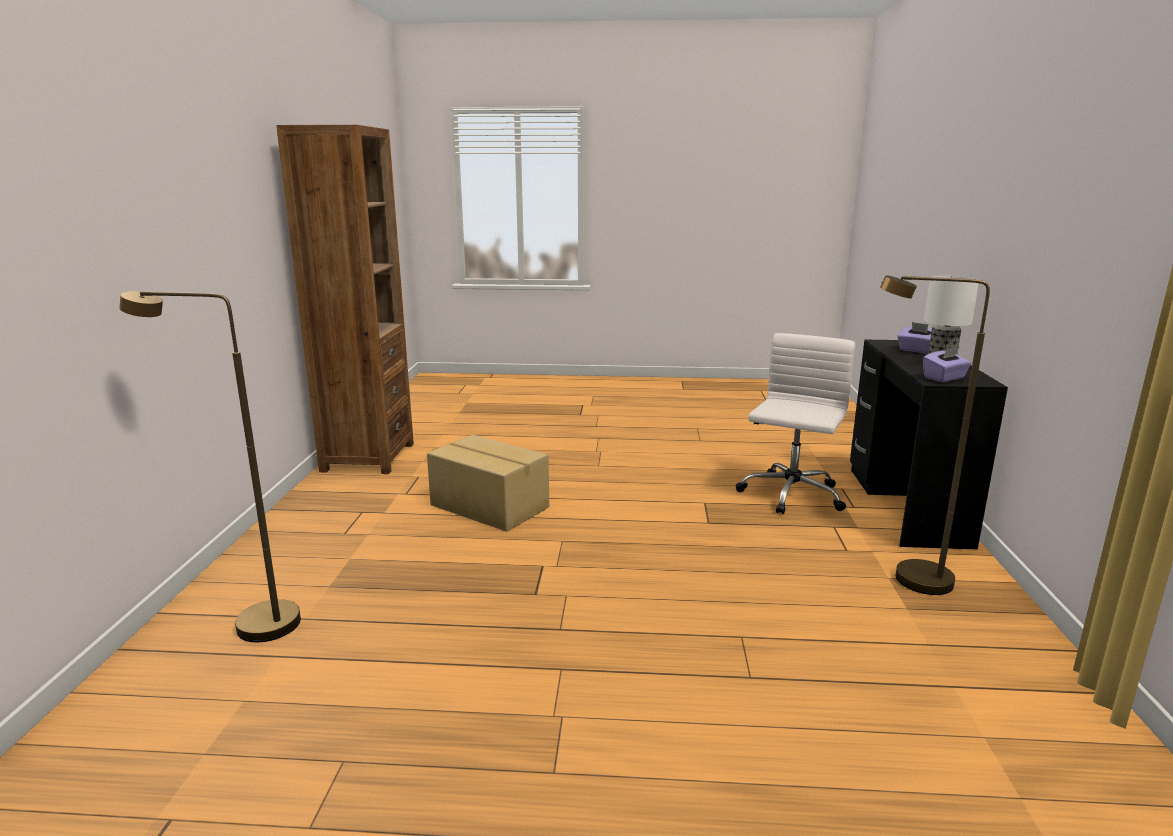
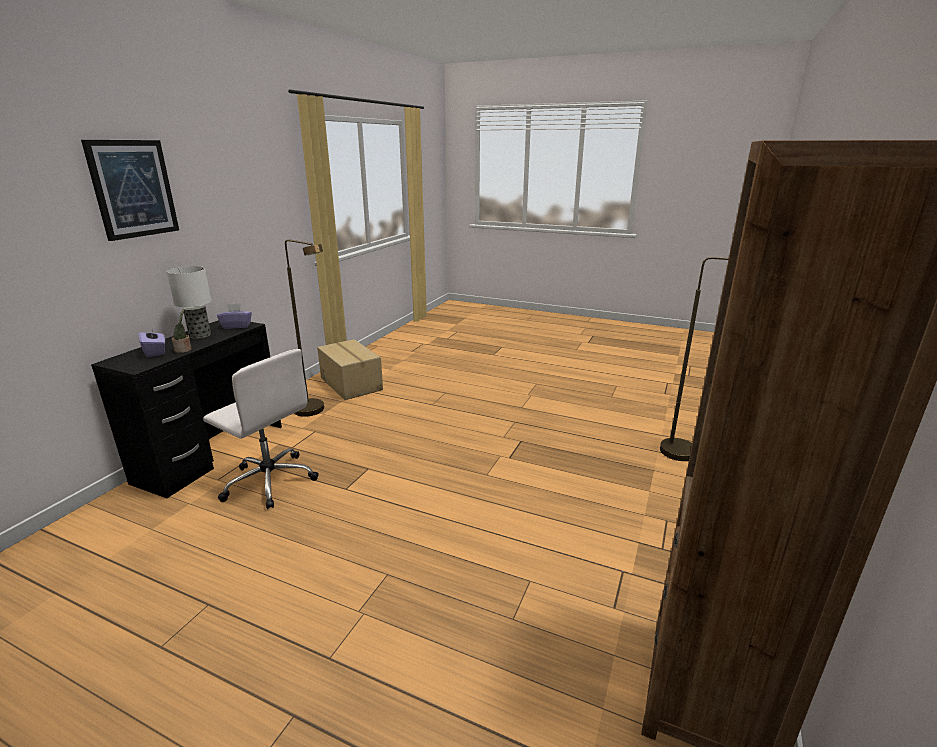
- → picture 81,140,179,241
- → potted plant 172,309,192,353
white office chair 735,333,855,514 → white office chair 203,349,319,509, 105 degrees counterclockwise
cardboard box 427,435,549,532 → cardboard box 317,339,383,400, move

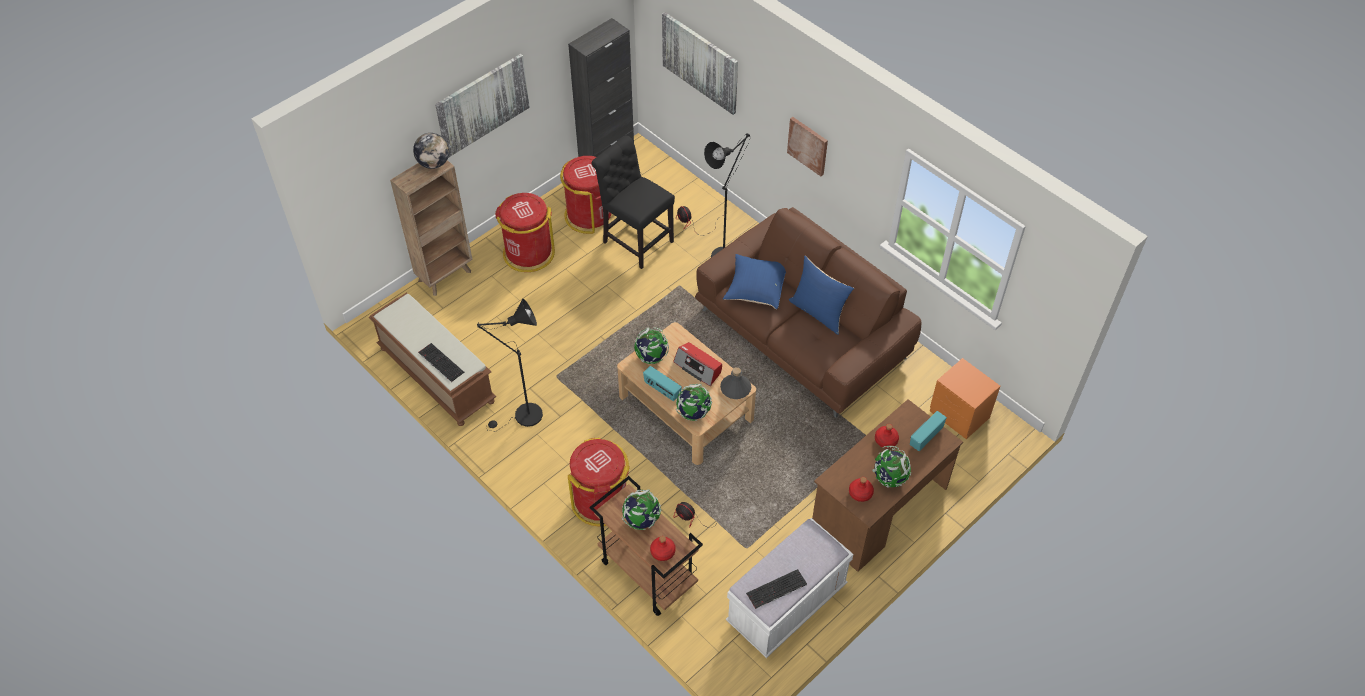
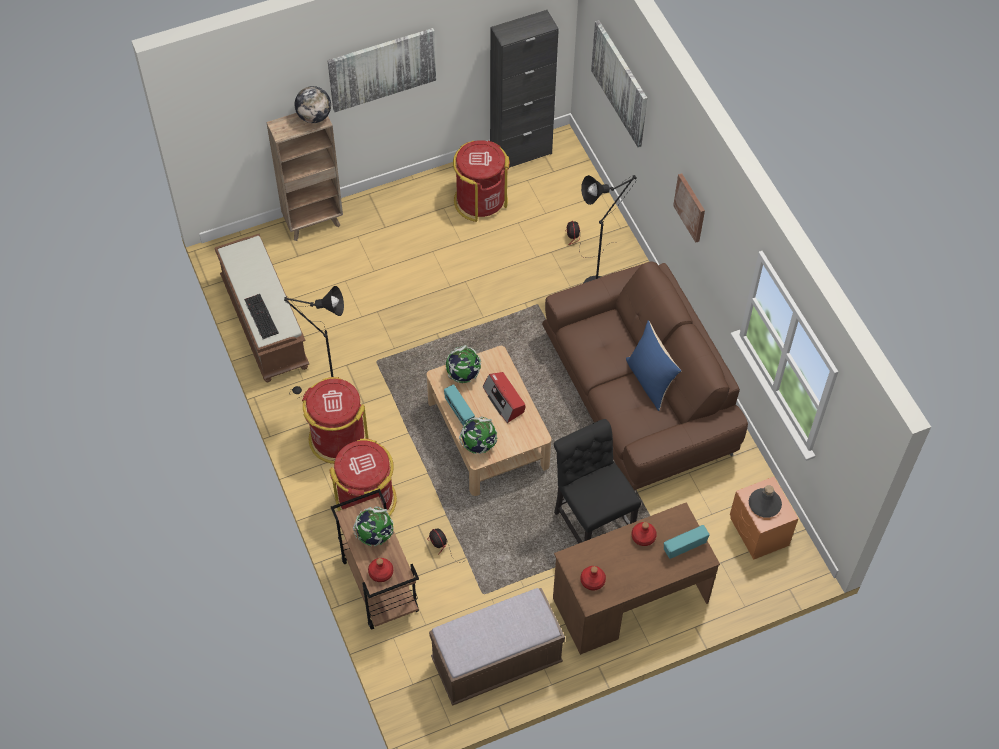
red trash can 495,193,555,272 → red trash can 302,377,368,464, move
white bench 726,518,853,658 → brown bench 429,588,565,706
black chair 591,136,675,269 → black chair 554,419,641,543, move
grey bottle 720,367,751,399 → grey bottle 749,485,782,518, move
blue pillow 723,254,786,309 → -
keyboard 746,569,807,609 → -
globe 872,446,911,488 → -

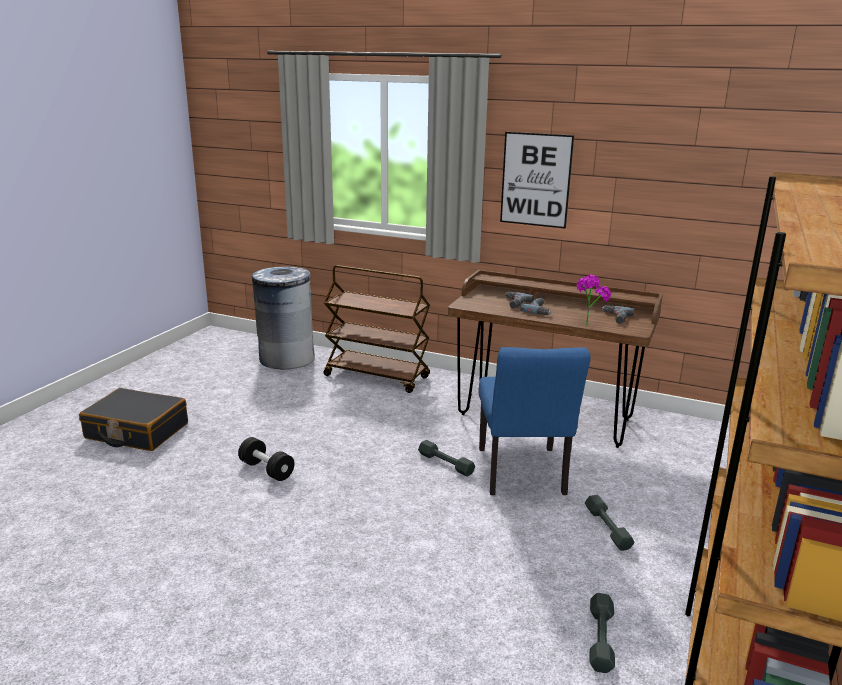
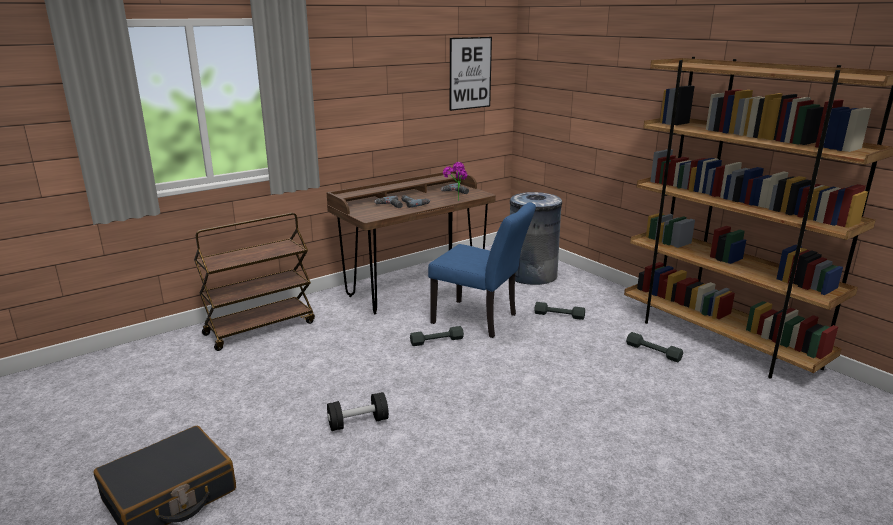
picture 500,132,574,228 → picture 450,37,492,111, move
grey trash can 252,266,315,369 → grey trash can 510,192,562,285, move

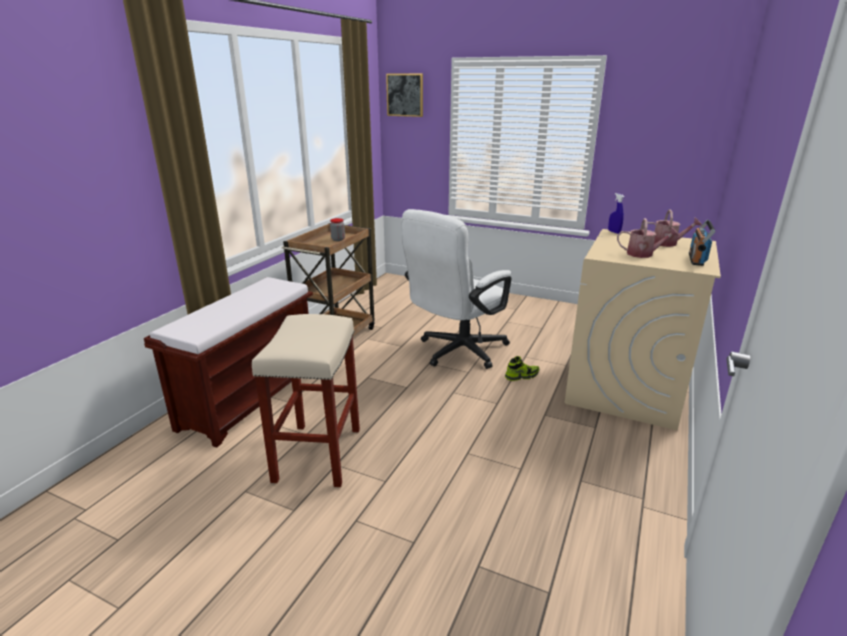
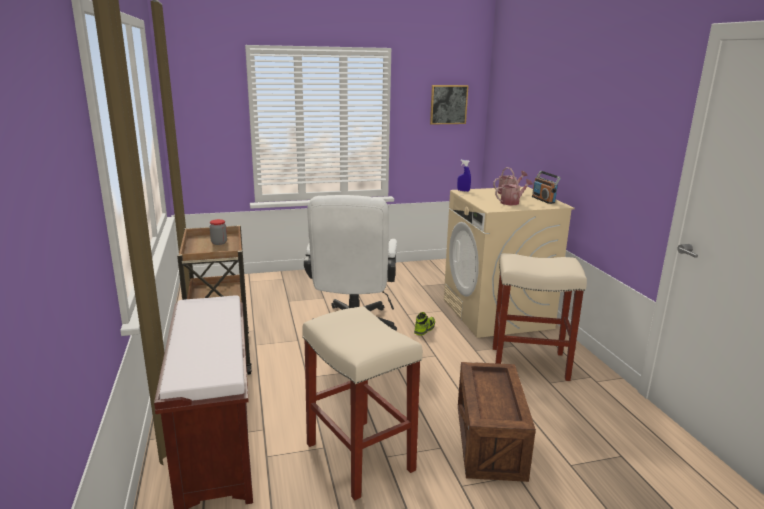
picture 386,74,423,117 → picture 430,85,469,125, move
- → crate 458,362,536,482
- → beige stool 493,253,587,381

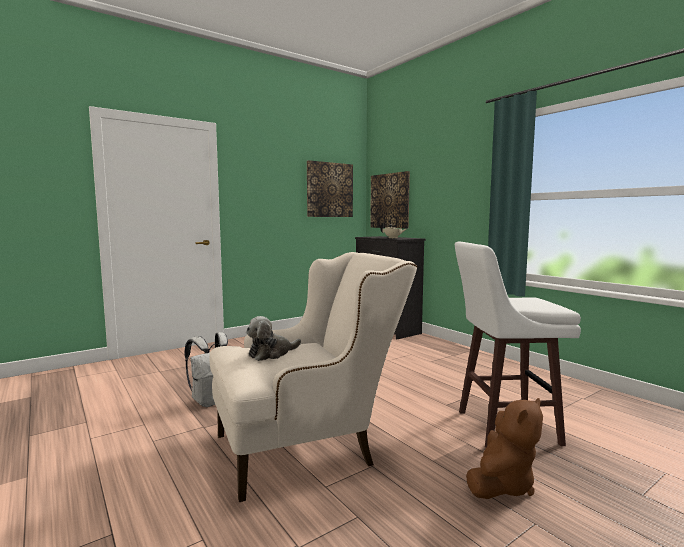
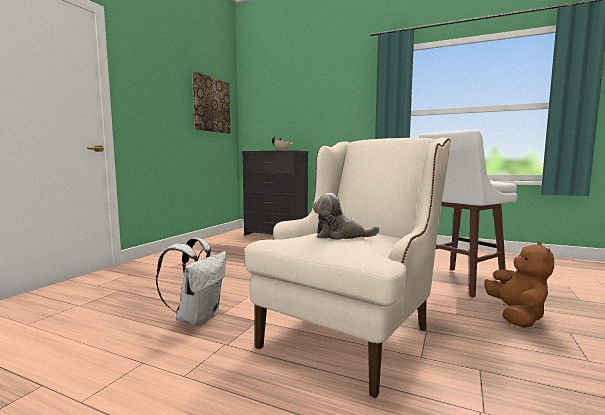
plush toy 246,316,301,361 → plush toy 313,193,379,240, 75 degrees clockwise
picture 370,171,410,229 → -

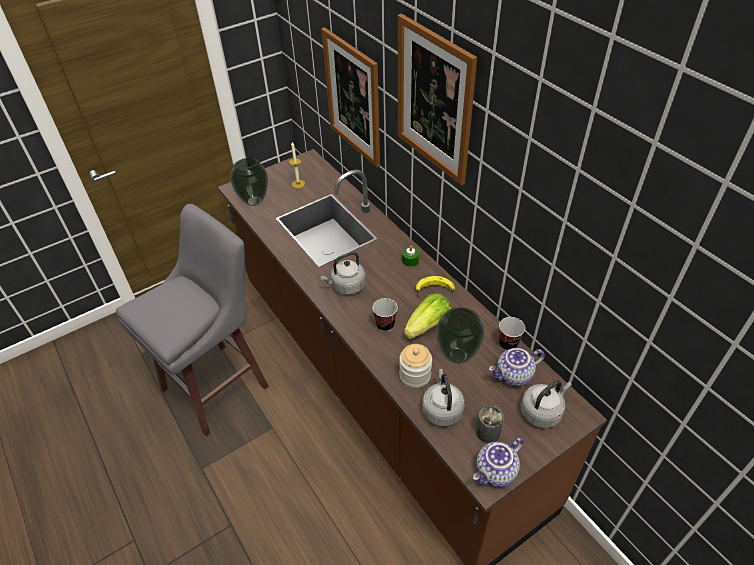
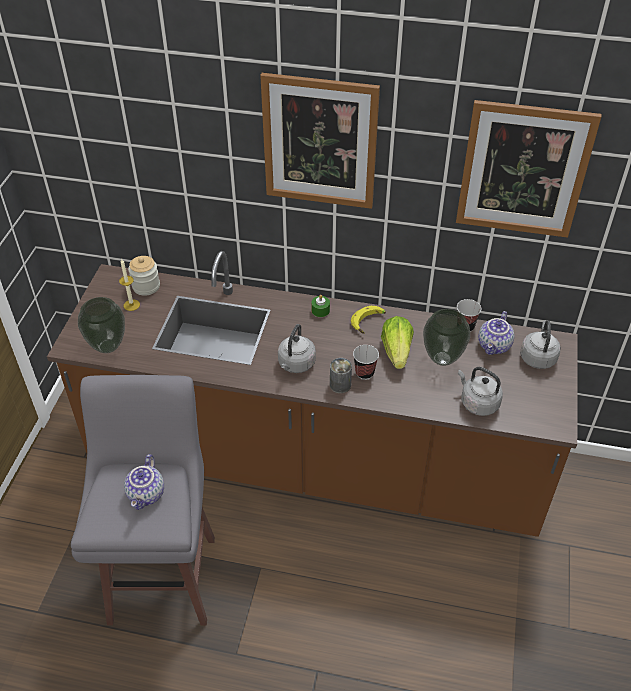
teapot 473,437,524,487 → teapot 124,454,164,510, move
jar 399,344,432,388 → jar 128,256,160,296, move
can 476,406,504,444 → can 330,358,352,393, move
picture 321,27,380,167 → picture 456,100,602,238, move

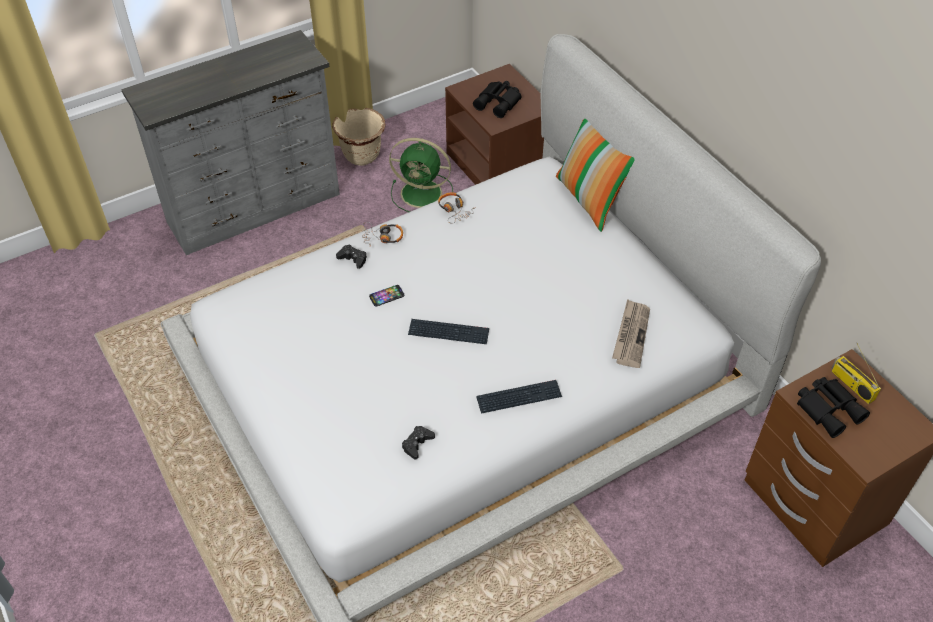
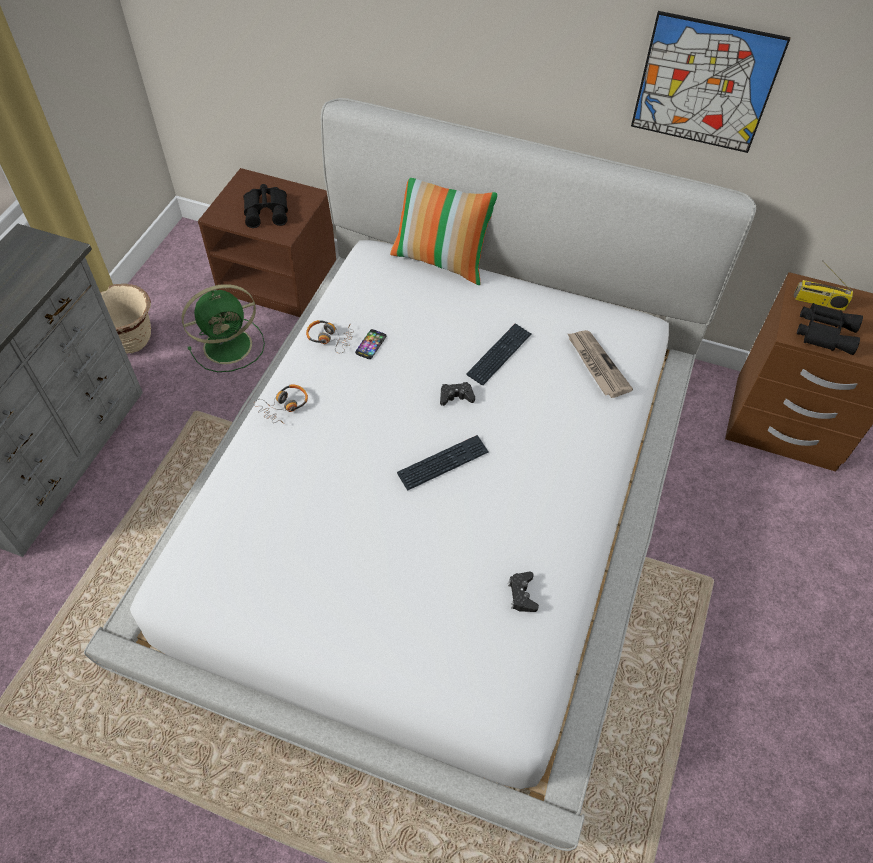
phone 369,285,404,306 → phone 355,329,386,359, move
black game controller 336,244,367,269 → black game controller 440,382,475,406, move
keyboard 476,380,562,414 → keyboard 466,323,531,385, move
- → picture 631,11,791,153

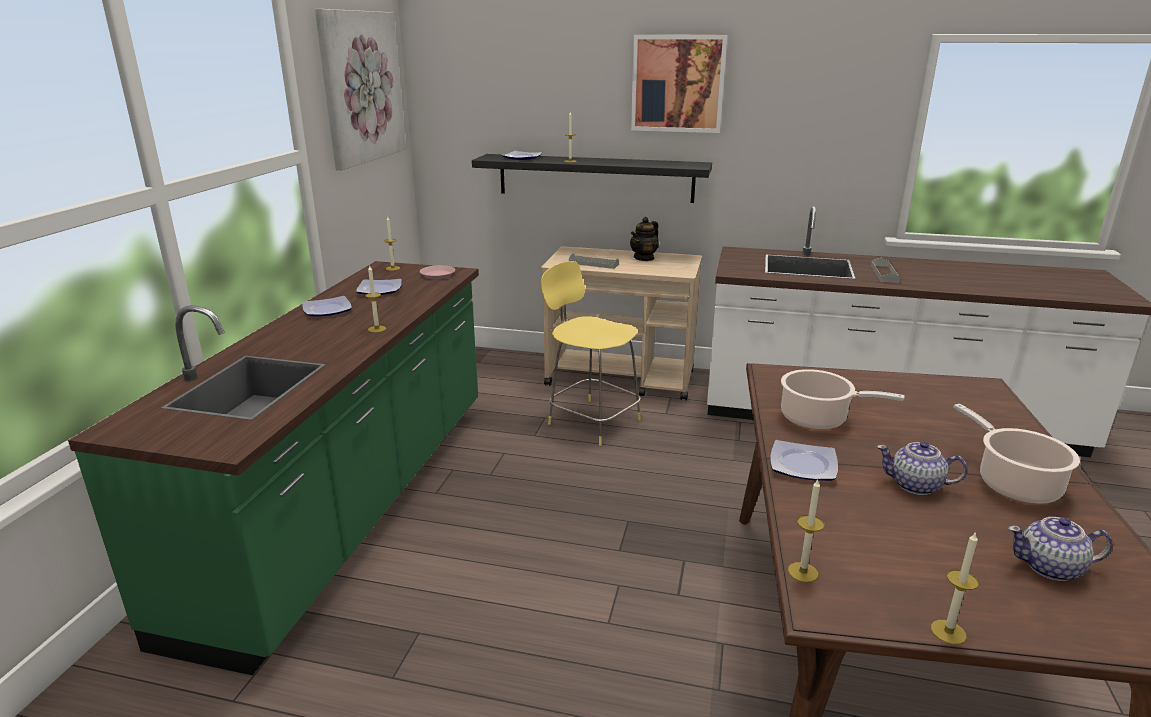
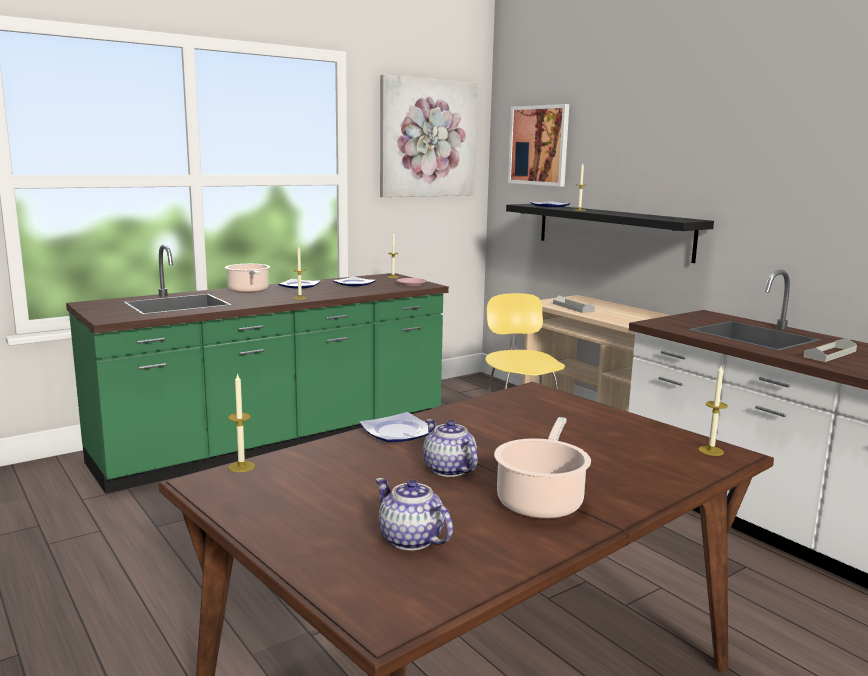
cooking pot 781,369,905,430 → cooking pot 225,264,270,293, move
picture 631,35,727,133 → picture 508,104,569,187, move
candle 931,531,979,645 → candle 699,366,728,456, move
teapot 630,217,659,261 → -

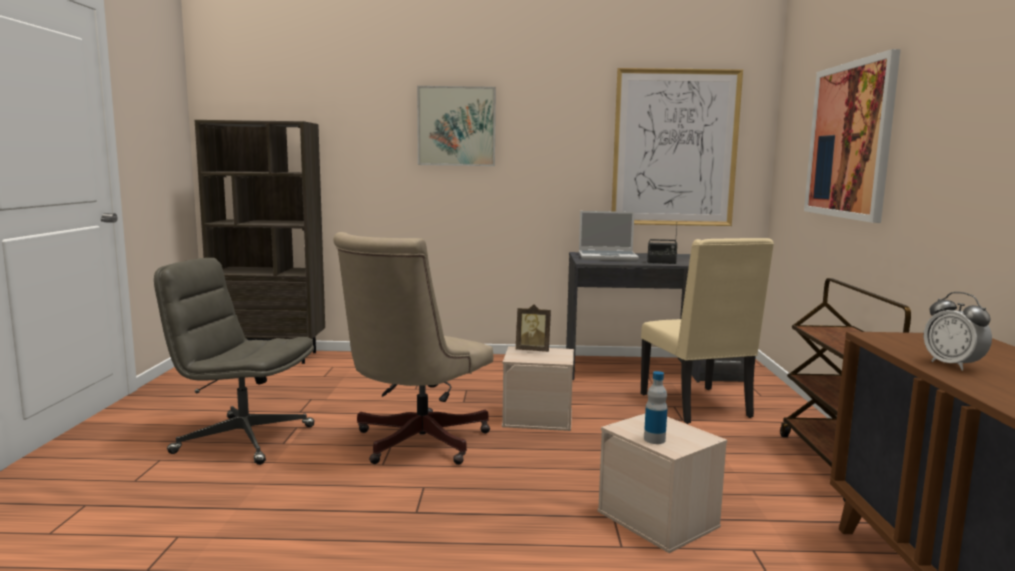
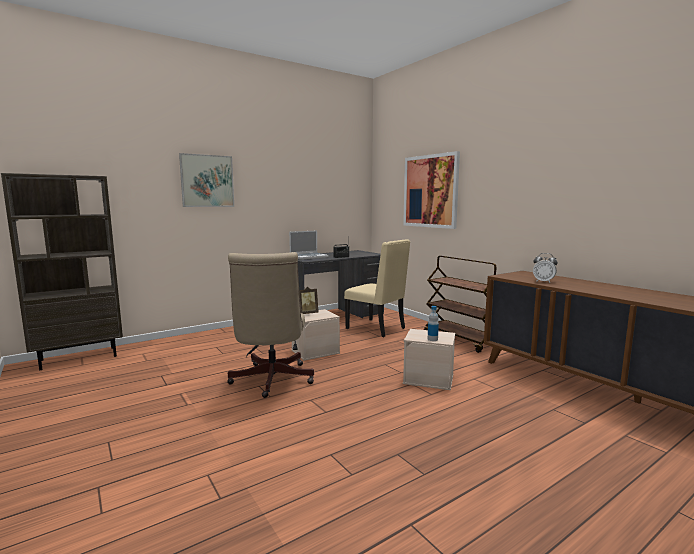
grey office chair 154,258,314,465 → -
picture 611,68,743,226 → -

